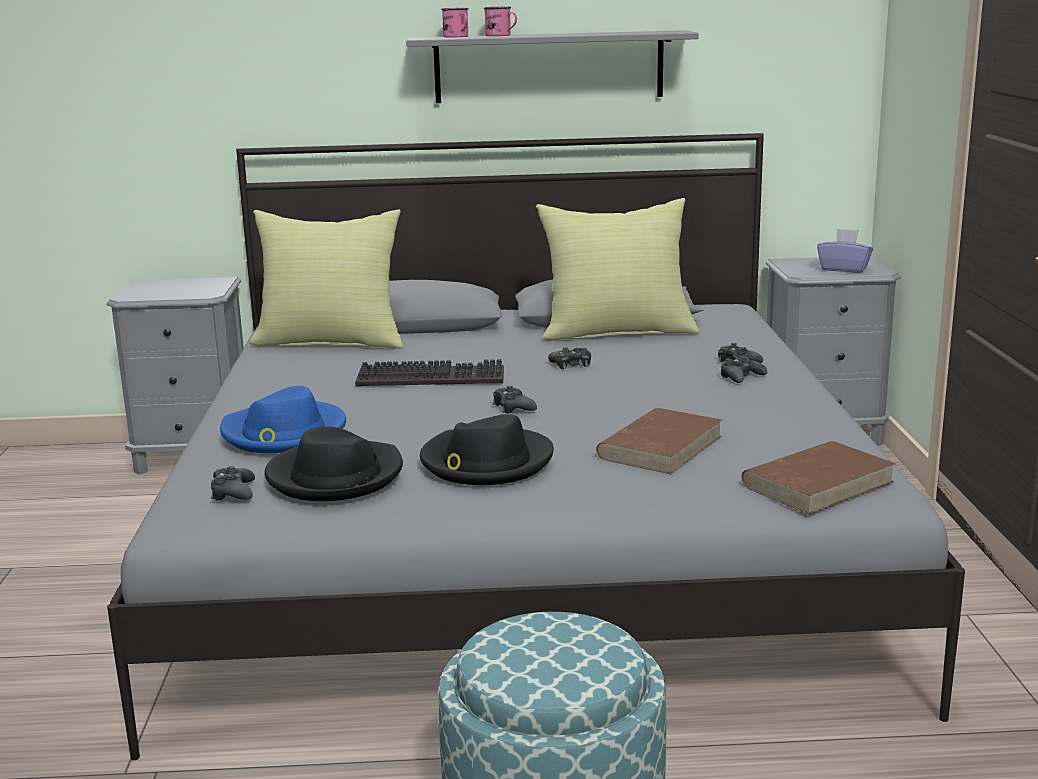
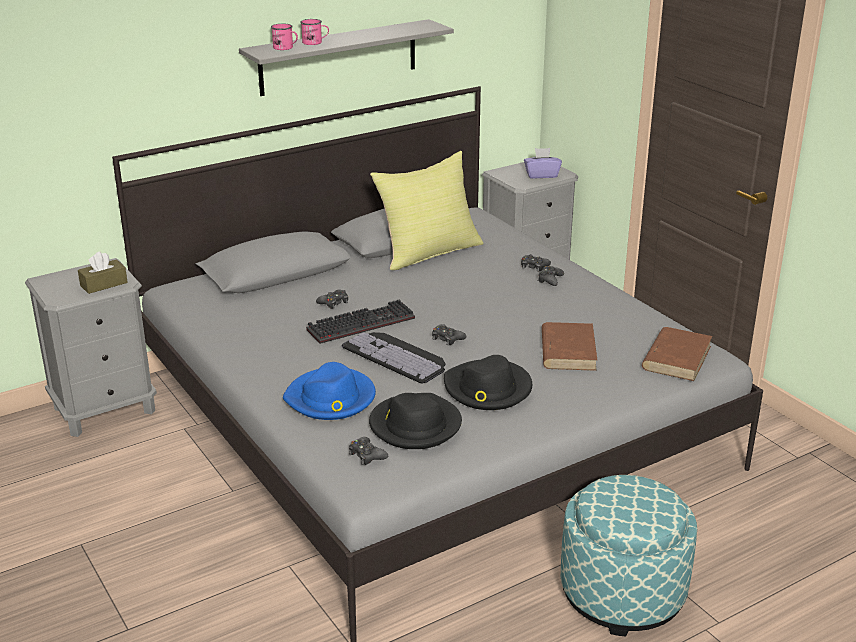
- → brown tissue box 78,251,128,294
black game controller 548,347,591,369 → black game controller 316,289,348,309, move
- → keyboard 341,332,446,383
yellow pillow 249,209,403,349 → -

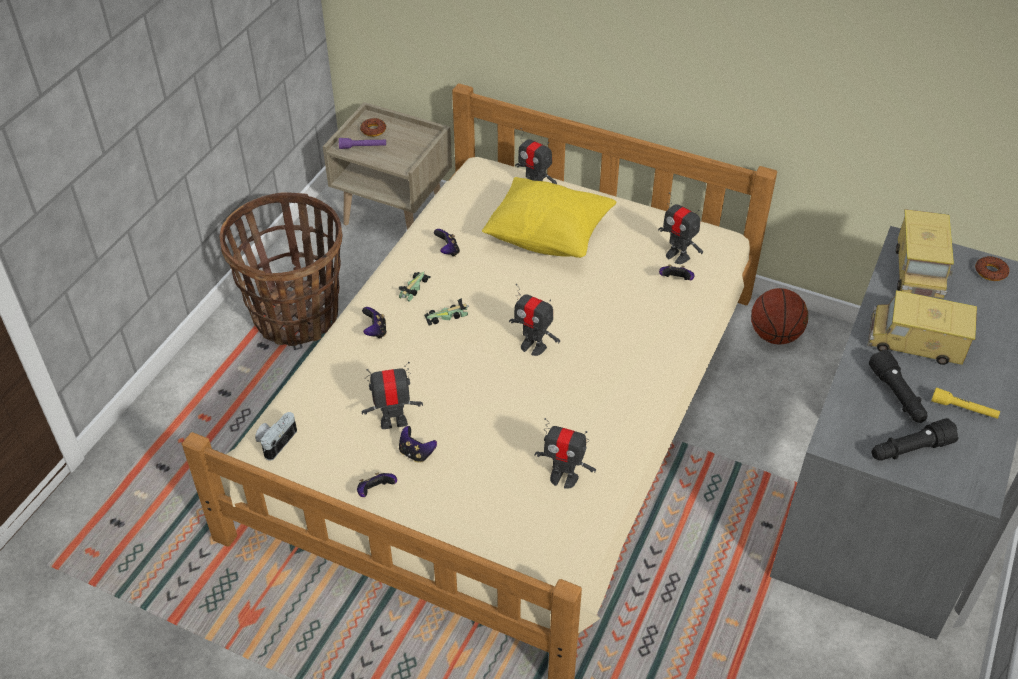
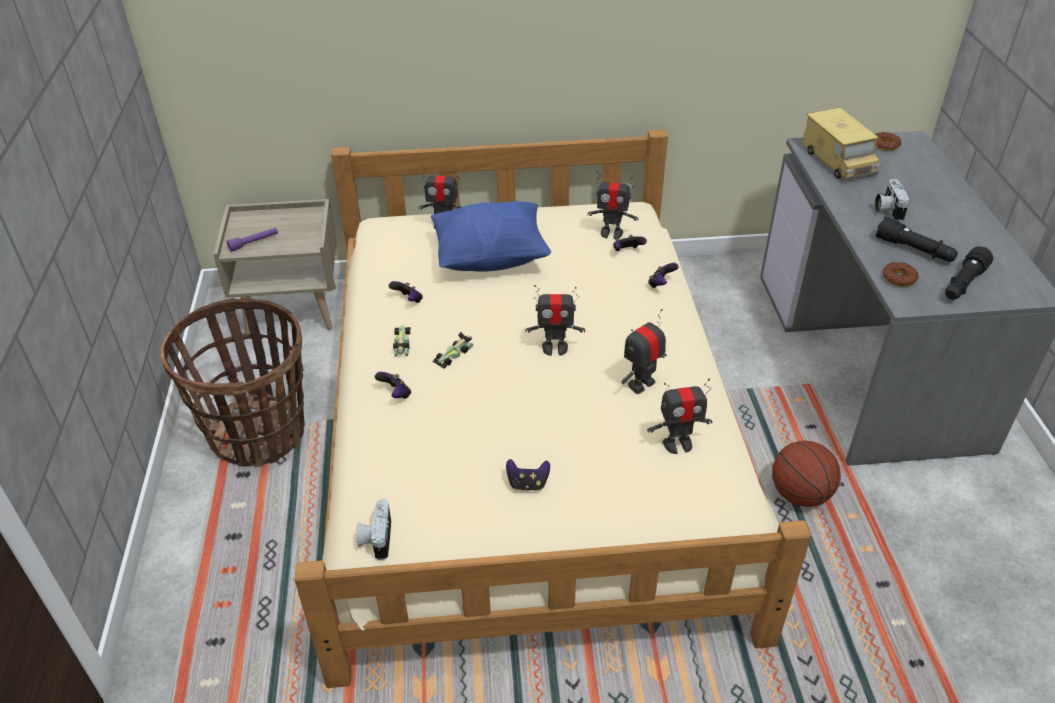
yellow pillow 482,177,616,258 → blue pillow 431,201,551,272
toy robot 361,362,423,429 → toy robot 621,309,667,394, move
game controller 357,472,397,497 → game controller 648,263,679,288, move
basketball 751,288,808,345 → basketball 772,441,841,507, move
toy truck 867,290,977,365 → photo camera 875,179,910,221
donut 360,118,387,137 → donut 883,262,919,286, move
yellow flashlight 931,387,1000,419 → -

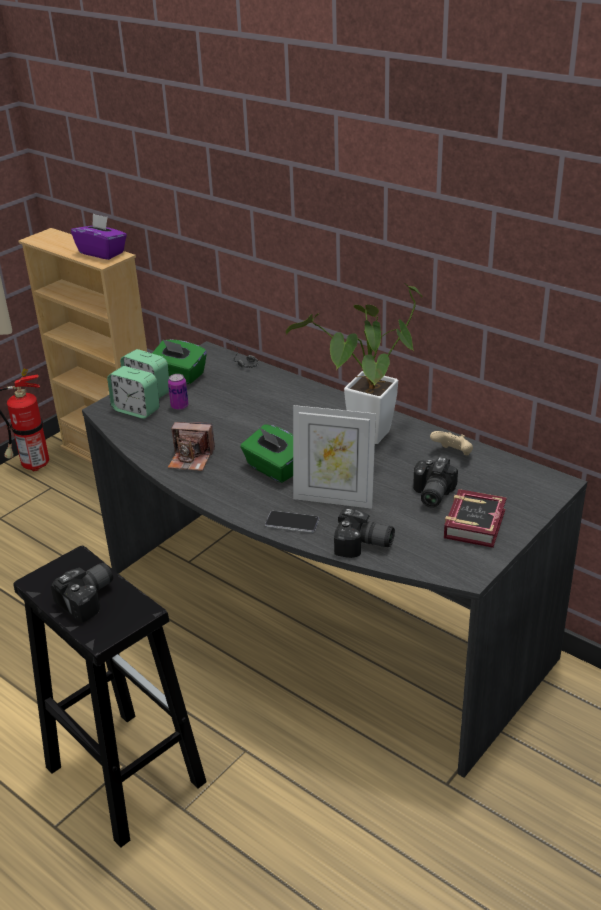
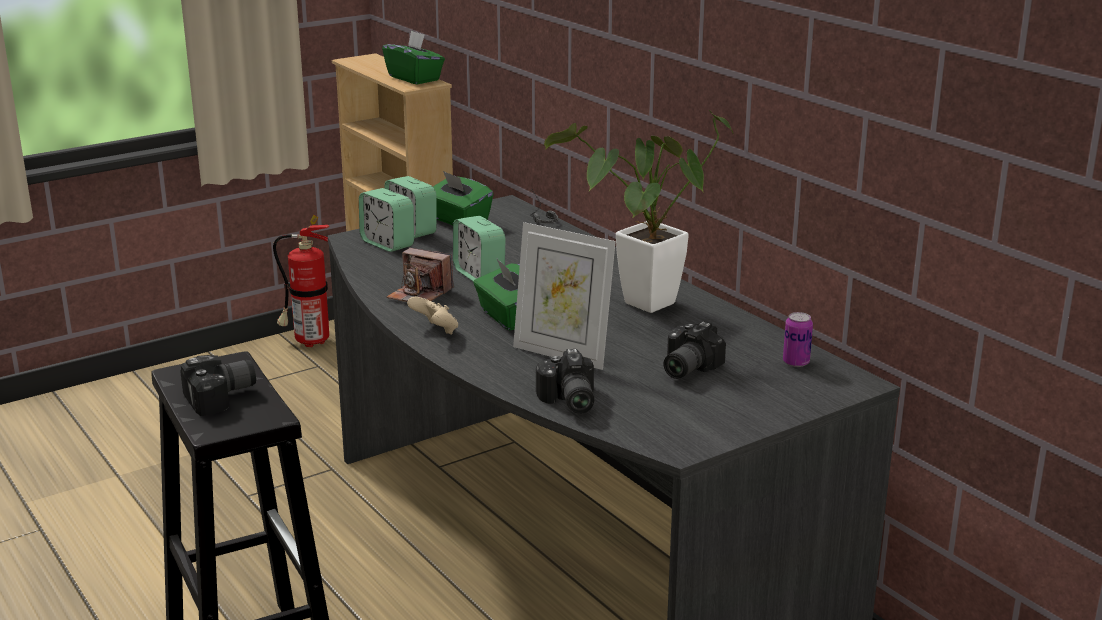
purple tissue box 71,213,127,260 → green tissue box 382,30,445,85
beige game controller 430,431,473,455 → beige game controller 407,297,458,335, move
- → alarm clock 453,216,505,282
photo camera 334,509,395,558 → photo camera 536,349,594,414, 45 degrees clockwise
can 168,374,189,410 → can 783,312,813,367, move
phone 265,511,319,533 → -
book 444,489,507,548 → -

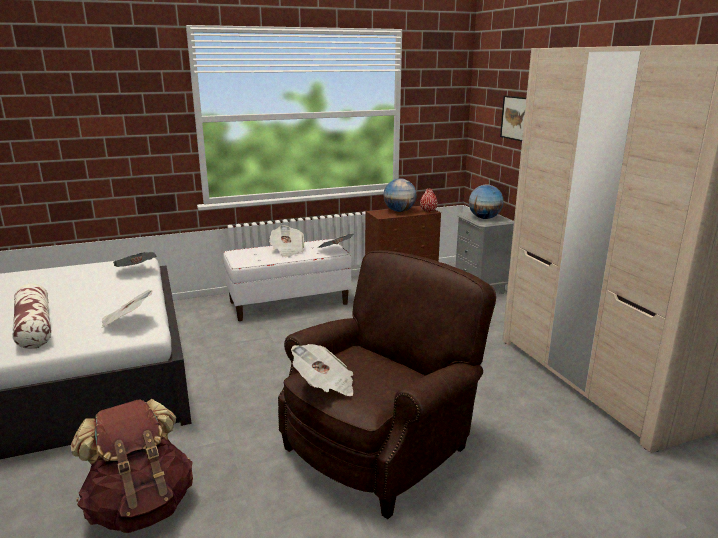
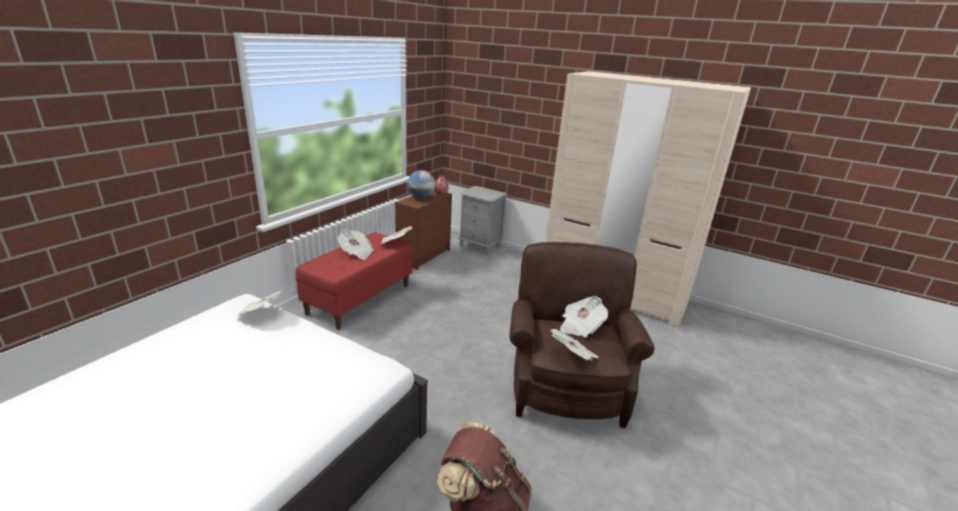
white bench 223,239,351,321 → red bench 295,232,413,330
newspaper 102,290,152,328 → newspaper 560,296,608,338, move
pillow 12,284,51,349 → -
globe 469,185,504,219 → -
picture 500,96,526,141 → -

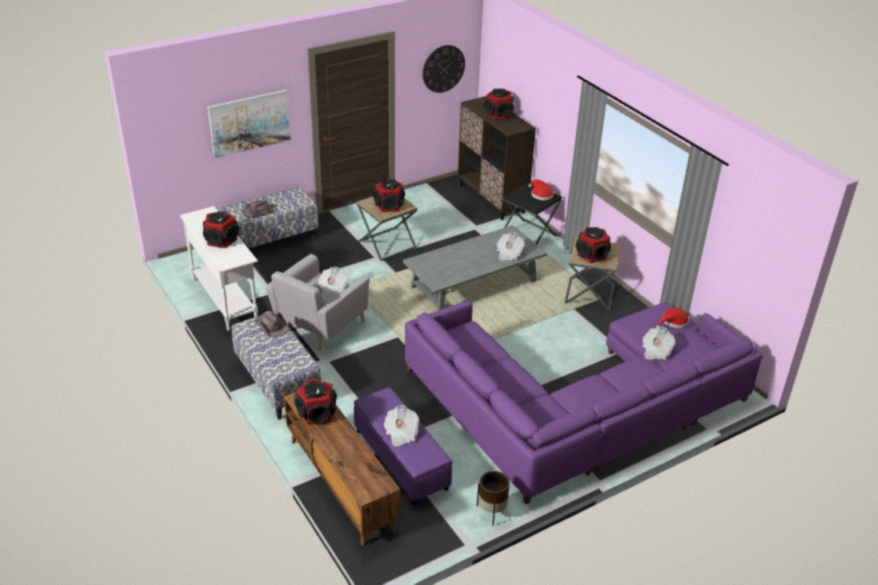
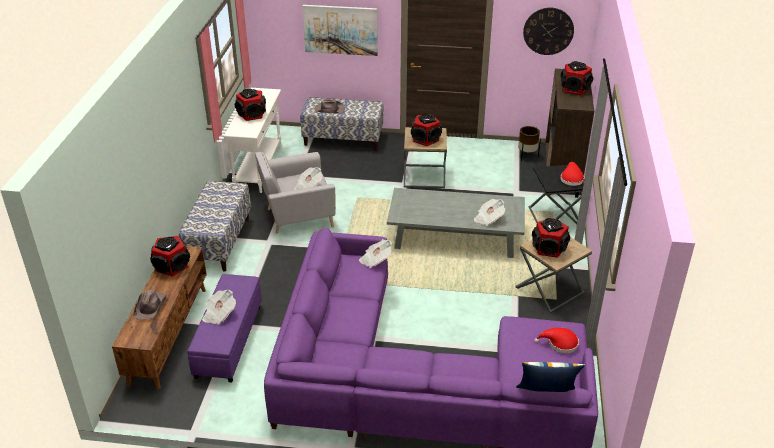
brown hat 255,311,289,338 → brown hat 133,290,167,320, move
newspaper 642,327,675,360 → newspaper 359,239,392,268, move
- → pillow 516,362,585,392
brown planter 477,471,510,526 → brown planter 518,126,541,161, move

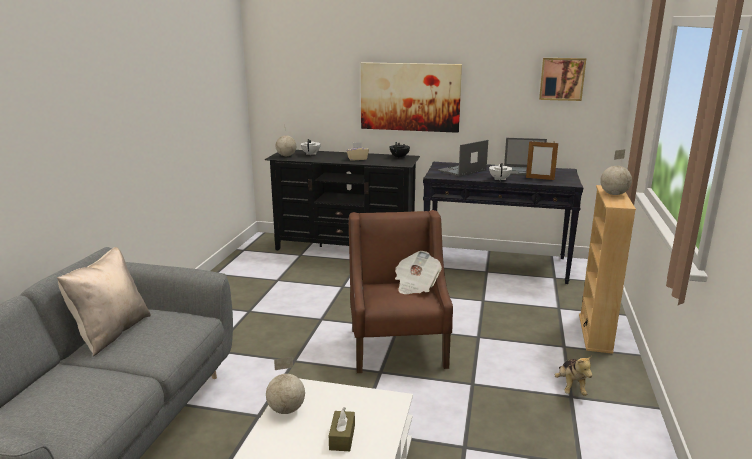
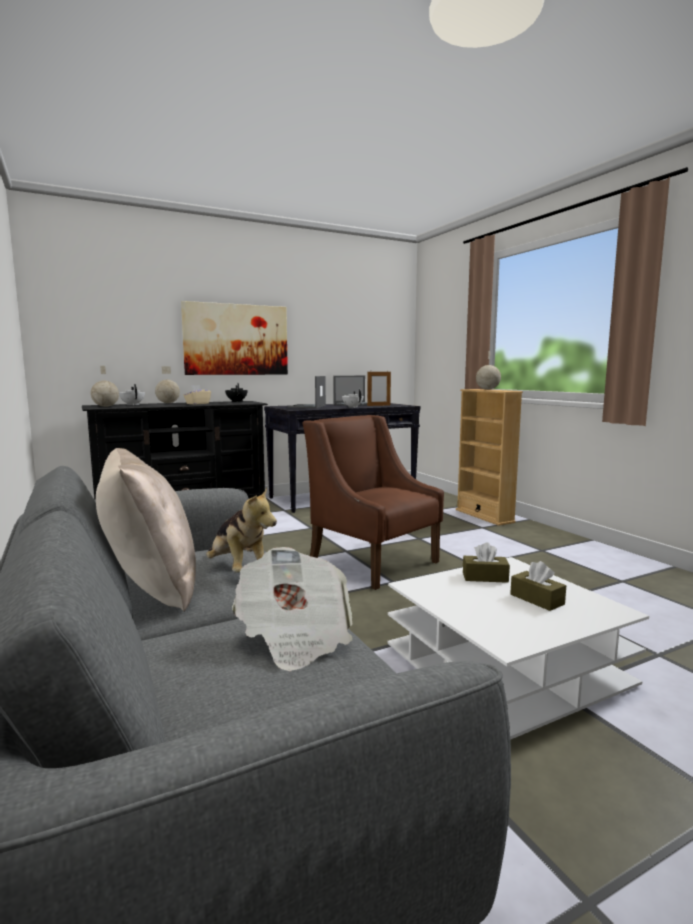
globe 266,357,305,414 → globe 155,366,180,403, move
plush toy 555,355,592,396 → plush toy 206,487,277,573, move
newspaper 395,251,442,294 → newspaper 232,547,353,671, move
- → brown tissue box 463,542,510,583
picture 539,58,586,101 → -

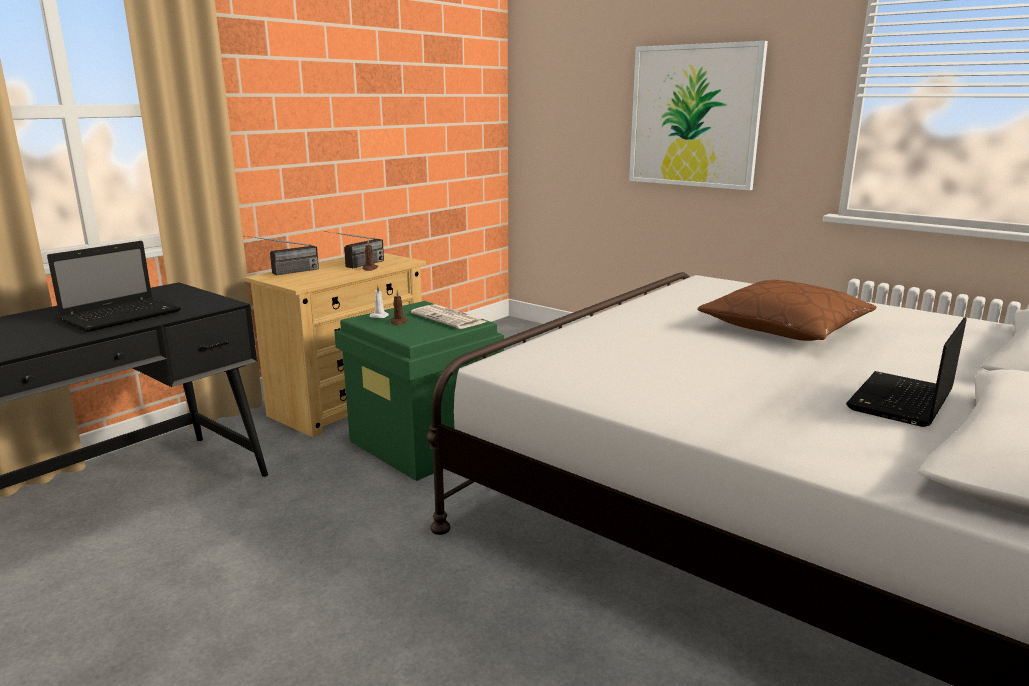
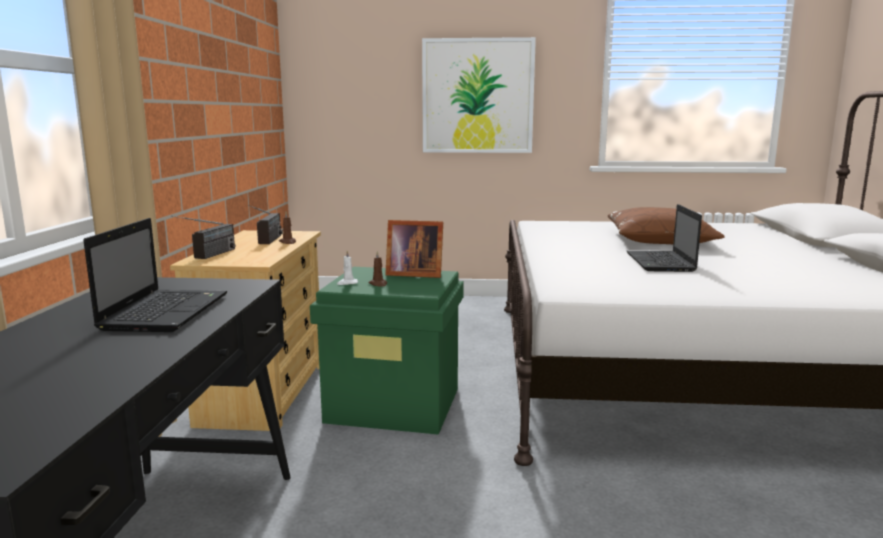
newspaper 411,304,487,329 → picture frame 385,220,443,278
laptop 846,317,967,427 → laptop 627,204,702,272, move

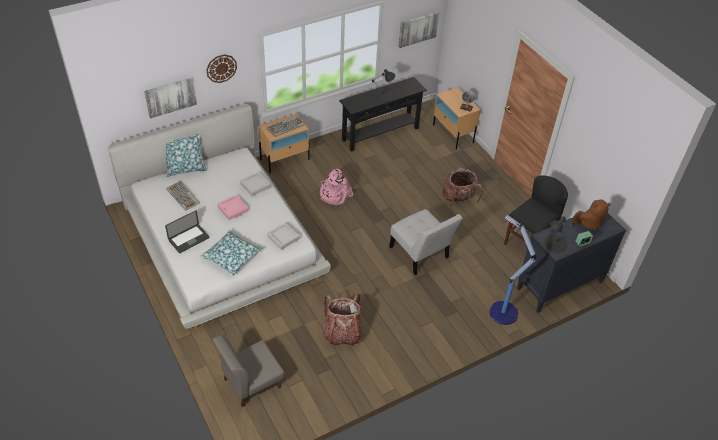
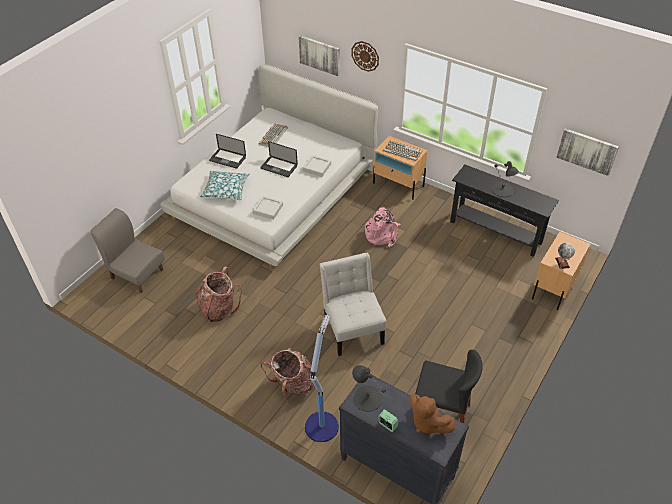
pink tray 217,195,248,220 → laptop 260,141,298,177
backpack 442,167,483,206 → backpack 261,348,316,403, move
white chair 389,209,462,275 → white chair 320,253,386,356, 135 degrees clockwise
pillow 165,134,207,177 → -

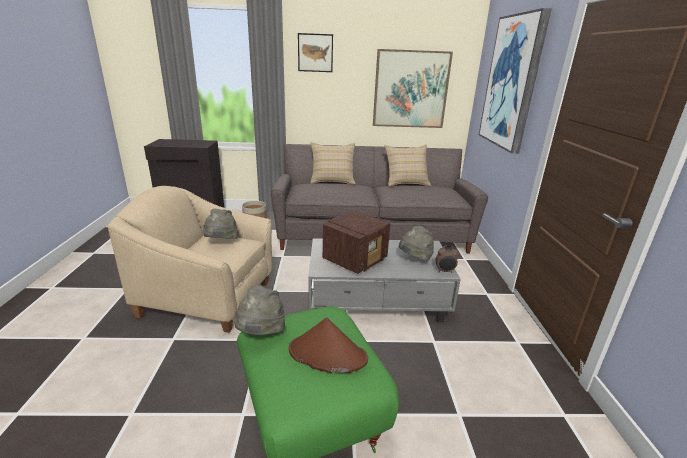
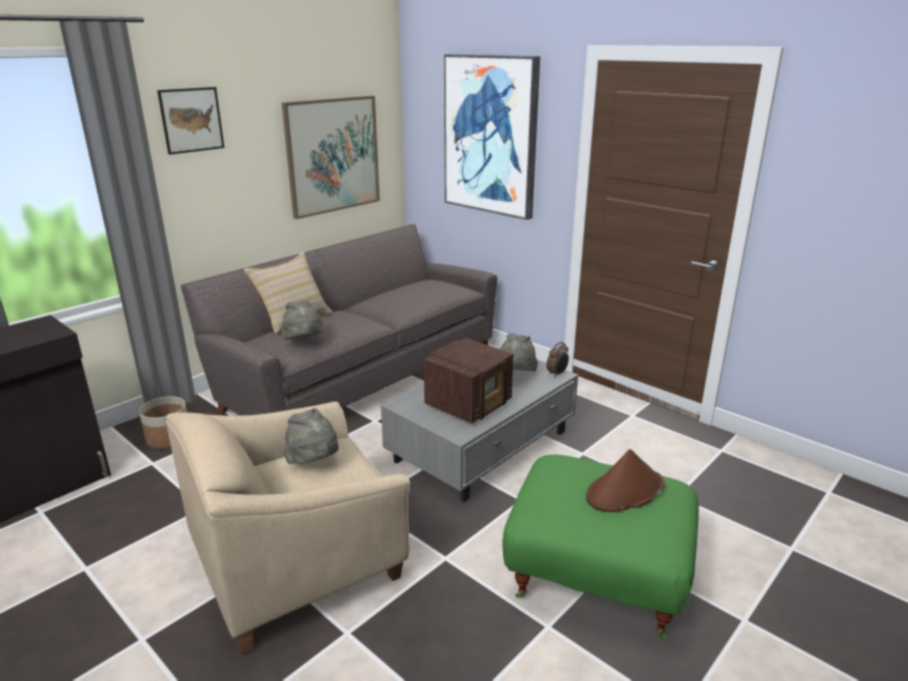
grey hat 235,285,285,335 → grey hat 281,300,322,340, move
radio 323,211,390,274 → radio 424,338,513,423, 45 degrees clockwise
beige pillow 384,144,431,186 → -

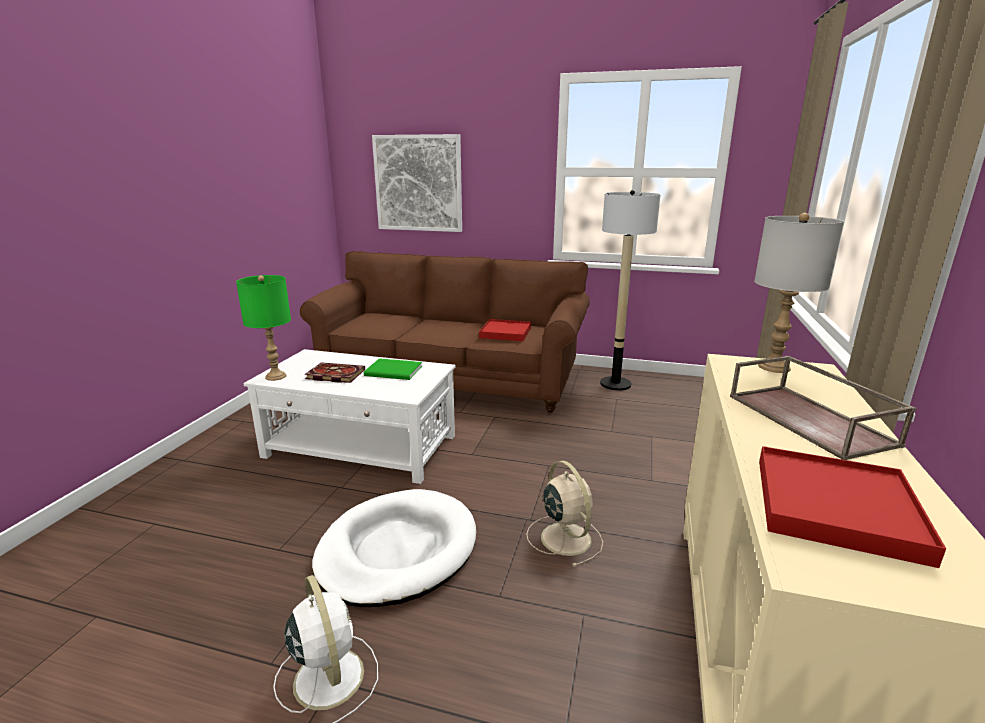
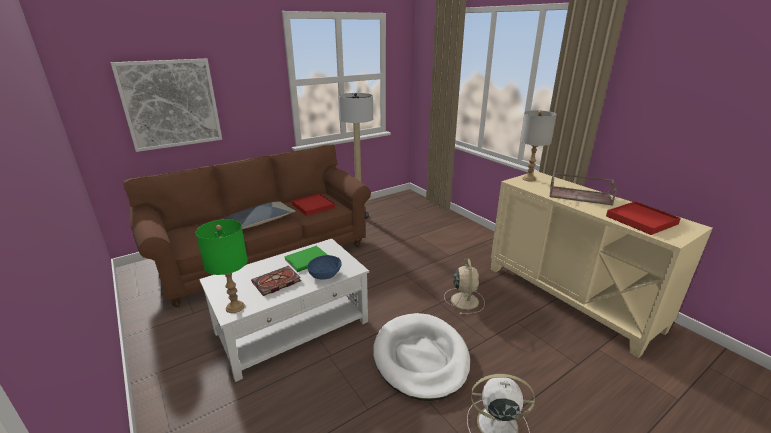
- → pillow 222,201,295,229
- → blue bowl 307,255,342,280
beige fan 526,461,603,567 → beige fan 444,258,485,314, 75 degrees clockwise

